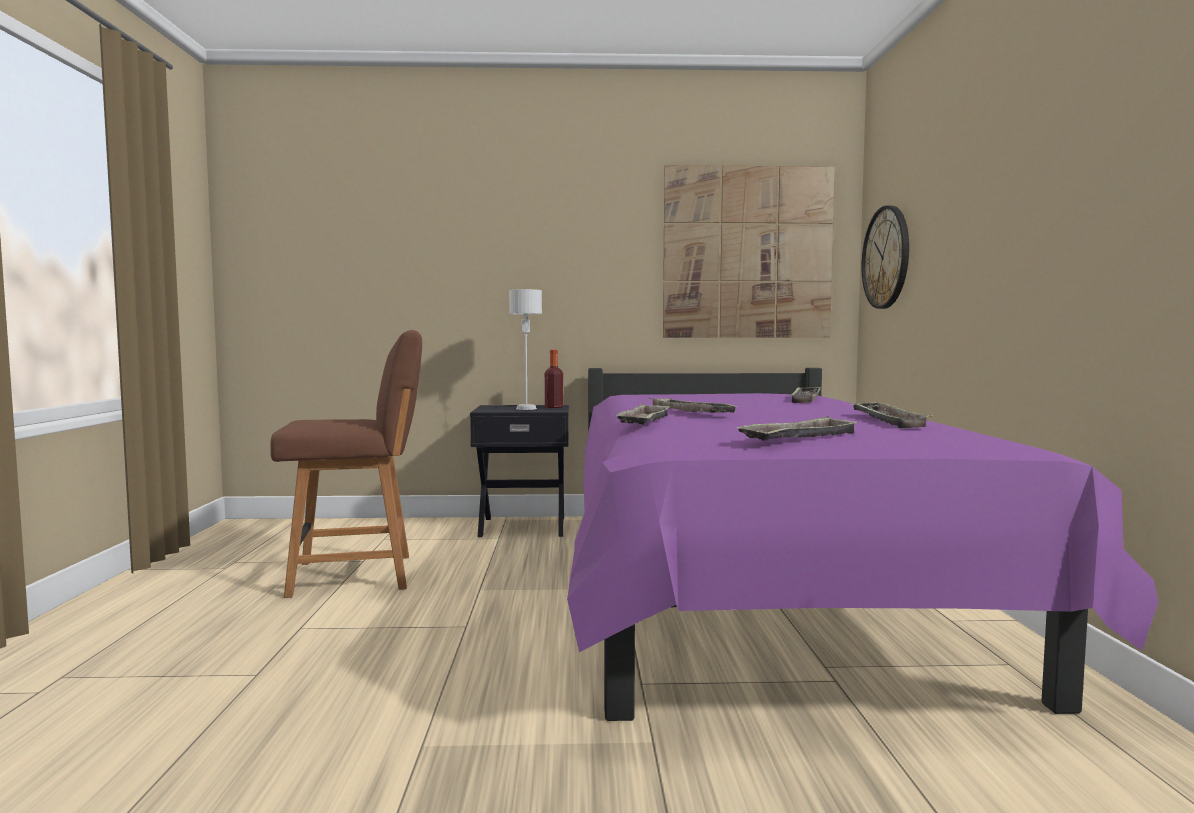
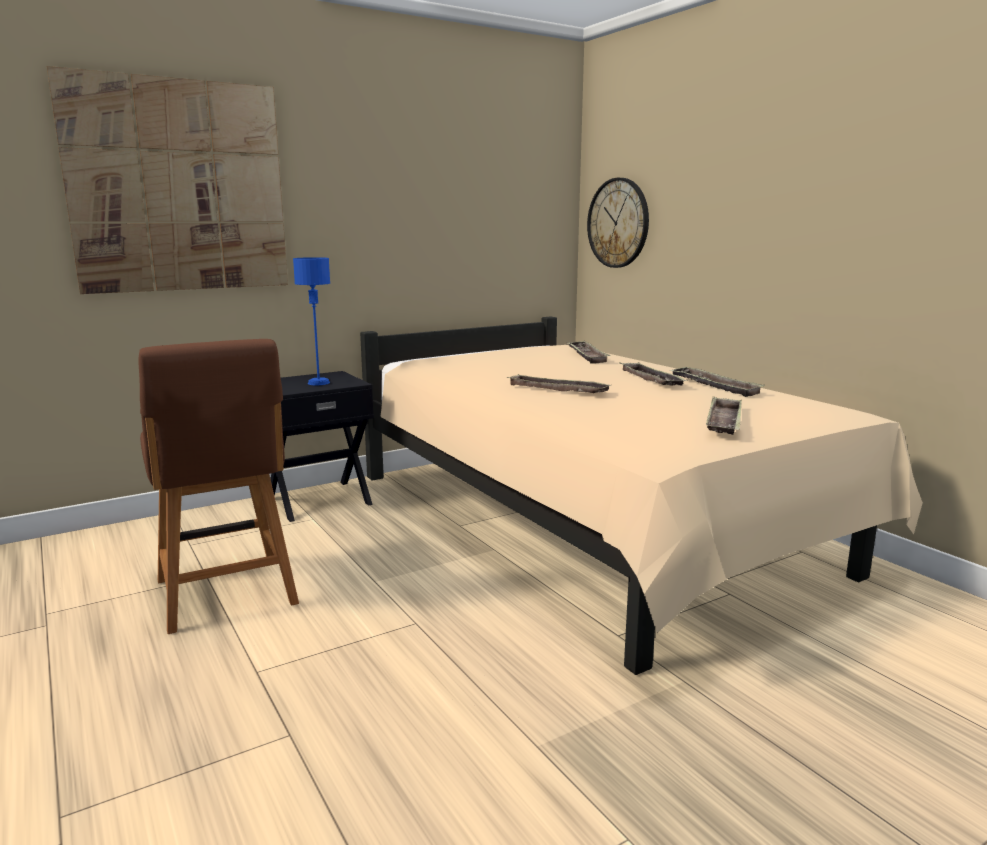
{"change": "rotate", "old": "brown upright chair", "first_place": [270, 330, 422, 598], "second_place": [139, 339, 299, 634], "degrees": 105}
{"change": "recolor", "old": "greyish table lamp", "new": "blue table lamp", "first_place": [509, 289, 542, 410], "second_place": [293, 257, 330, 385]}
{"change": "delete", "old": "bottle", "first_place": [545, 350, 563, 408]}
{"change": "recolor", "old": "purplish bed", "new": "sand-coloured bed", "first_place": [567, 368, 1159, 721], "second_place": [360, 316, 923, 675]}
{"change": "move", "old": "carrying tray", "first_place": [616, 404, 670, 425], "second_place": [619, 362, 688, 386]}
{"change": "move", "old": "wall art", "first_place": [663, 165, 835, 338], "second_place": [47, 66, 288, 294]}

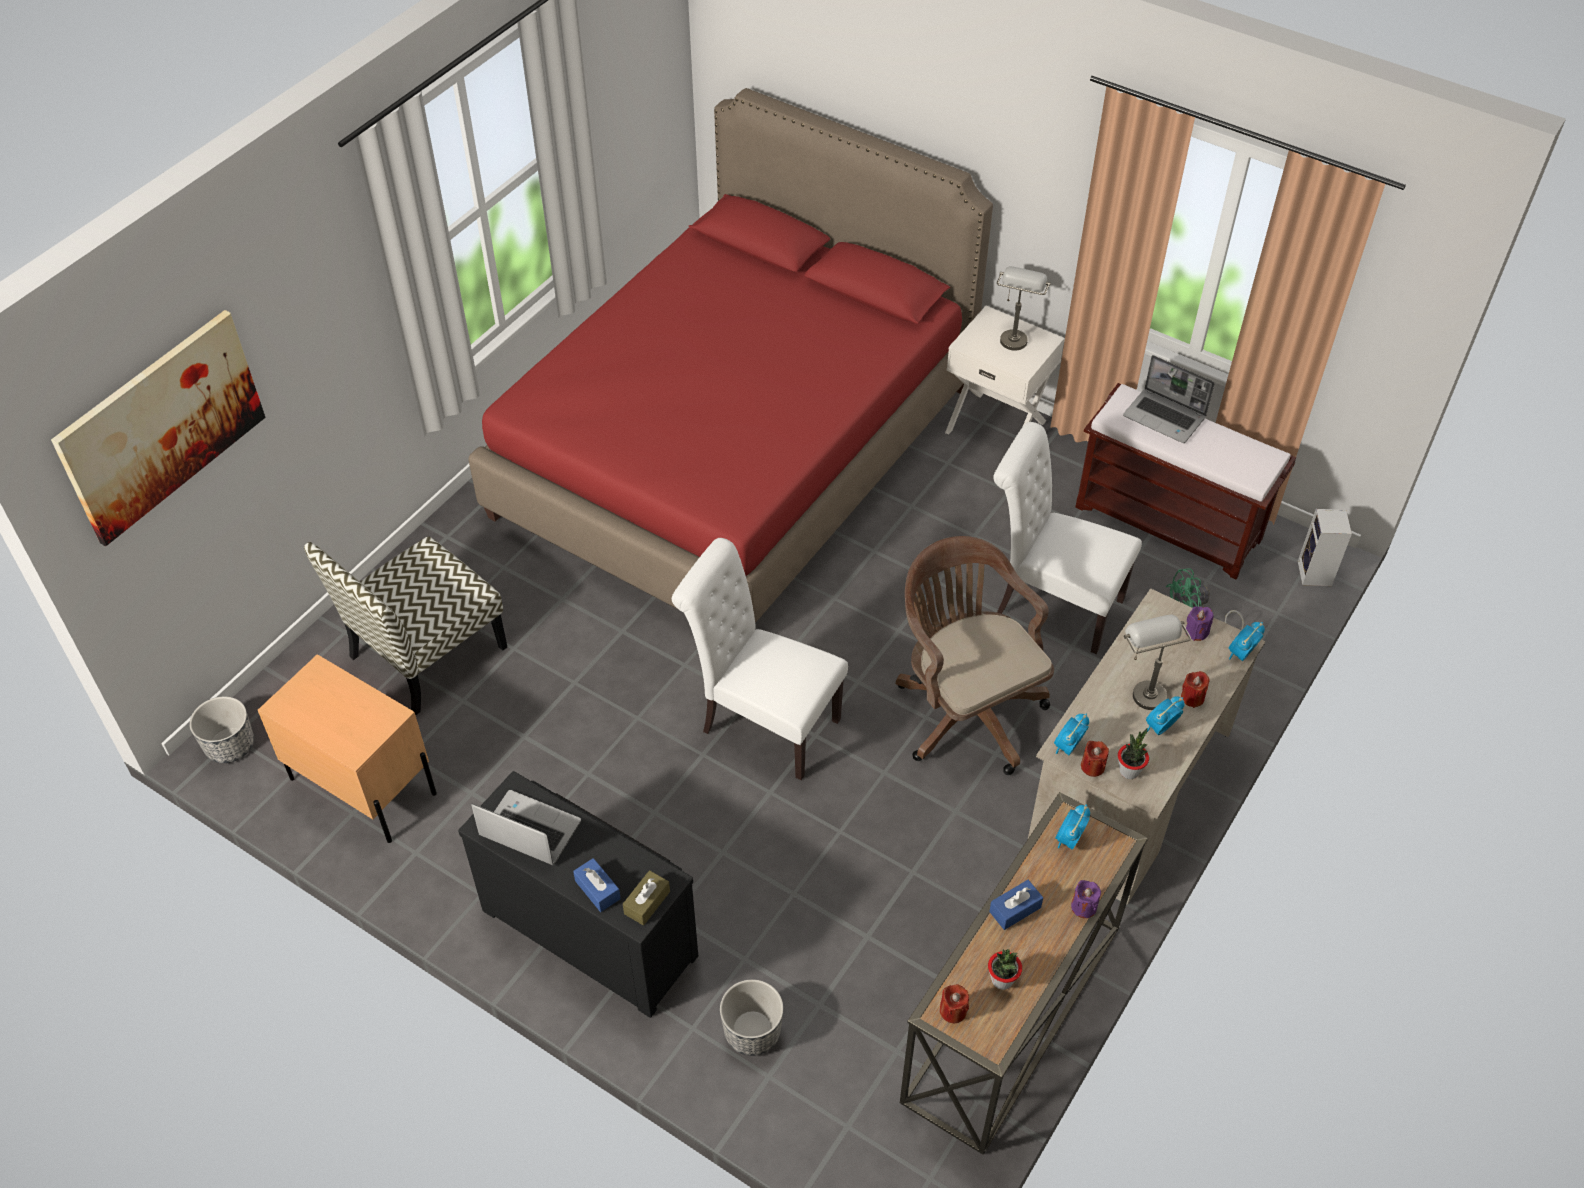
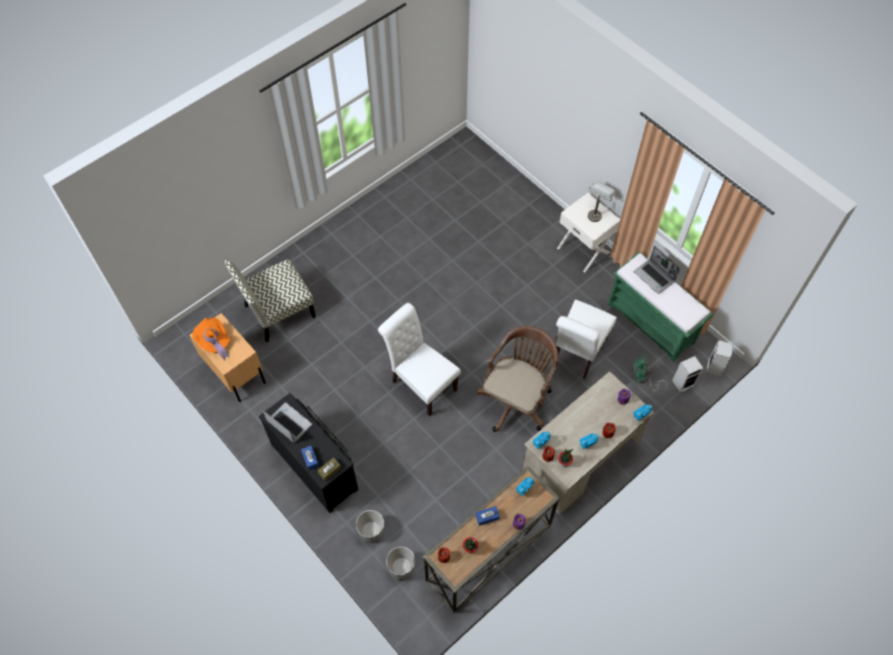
{"change": "delete", "old": "wall art", "first_place": [51, 310, 265, 546]}
{"change": "move", "old": "planter", "first_place": [189, 696, 254, 763], "second_place": [386, 546, 415, 580]}
{"change": "delete", "old": "reddish bed", "first_place": [468, 88, 993, 623]}
{"change": "rotate", "old": "brown computer chair", "first_place": [896, 536, 1054, 775], "second_place": [477, 326, 558, 432], "degrees": 45}
{"change": "rotate", "old": "white upright chair", "first_place": [993, 422, 1142, 654], "second_place": [556, 299, 617, 379], "degrees": -105}
{"change": "recolor", "old": "brown long seat", "new": "green-coloured long seat", "first_place": [1075, 383, 1296, 580], "second_place": [608, 252, 713, 362]}
{"change": "delete", "old": "greyish table lamp", "first_place": [1124, 614, 1191, 710]}
{"change": "insert", "new": "orangey wearable hat", "second_place": [192, 318, 231, 360]}
{"change": "insert", "new": "loudspeaker", "second_place": [672, 356, 703, 393]}

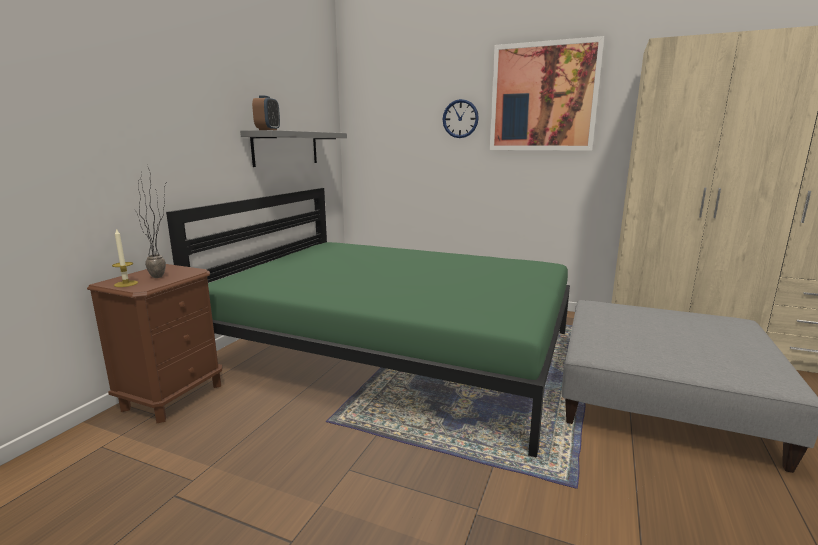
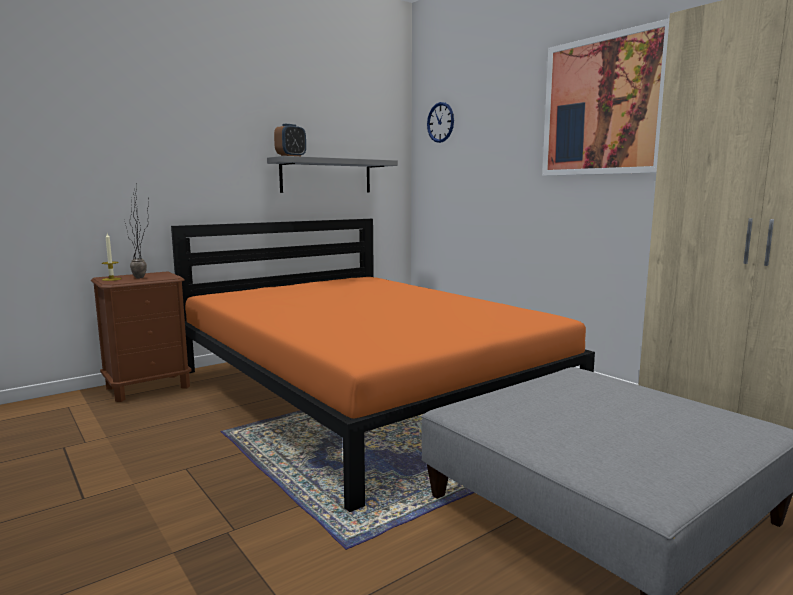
{"change": "recolor", "old": "green-coloured bed", "new": "orangey bed", "first_place": [166, 188, 570, 458], "second_place": [171, 219, 595, 512]}
{"change": "move", "old": "wall clock", "first_place": [443, 99, 479, 138], "second_place": [427, 102, 454, 143]}

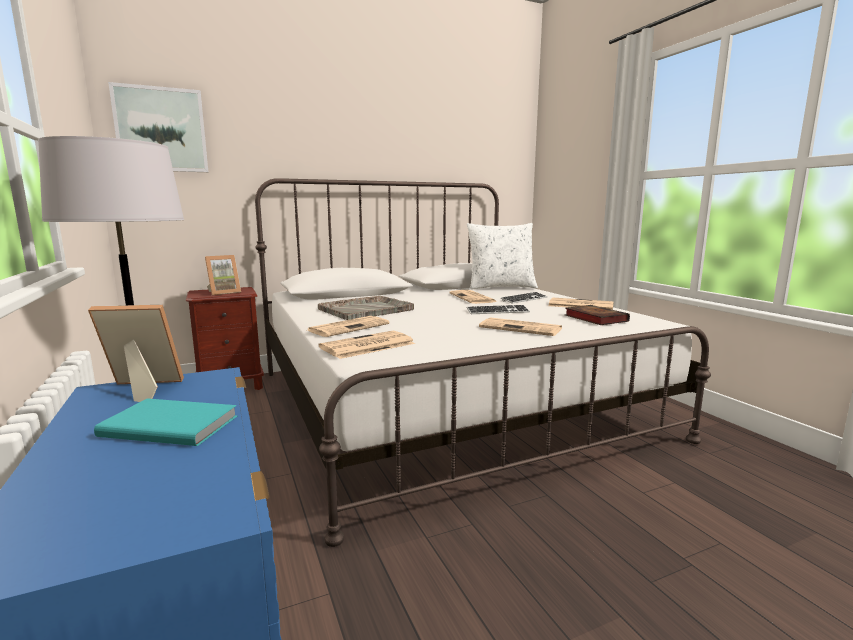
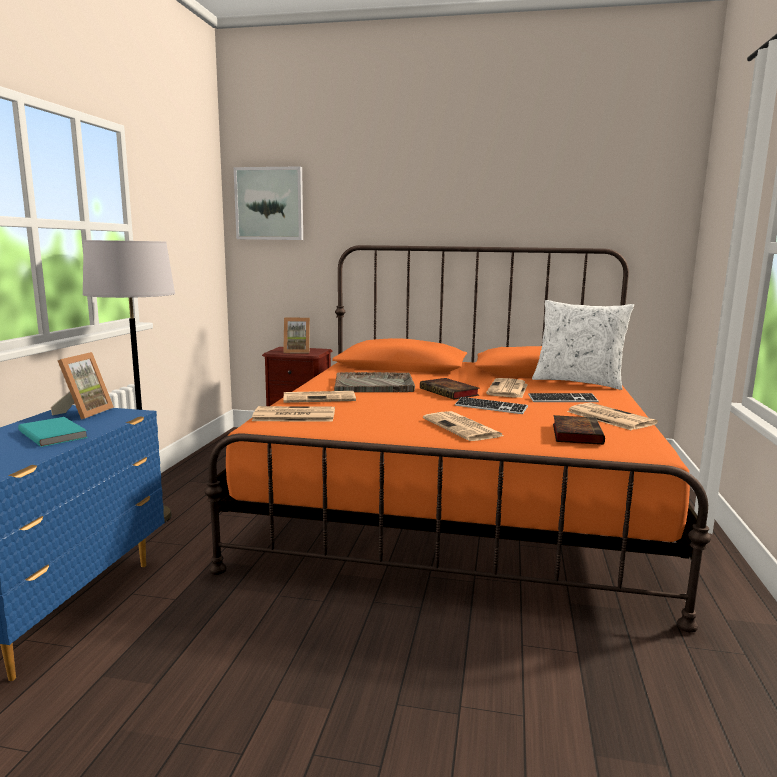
{"change": "rotate", "old": "picture frame", "first_place": [88, 305, 184, 402], "second_place": [51, 352, 114, 420], "degrees": 75}
{"change": "recolor", "old": "white bed", "new": "orangey bed", "first_place": [255, 178, 711, 547], "second_place": [205, 245, 711, 633]}
{"change": "insert", "new": "bound book", "second_place": [420, 378, 480, 399]}

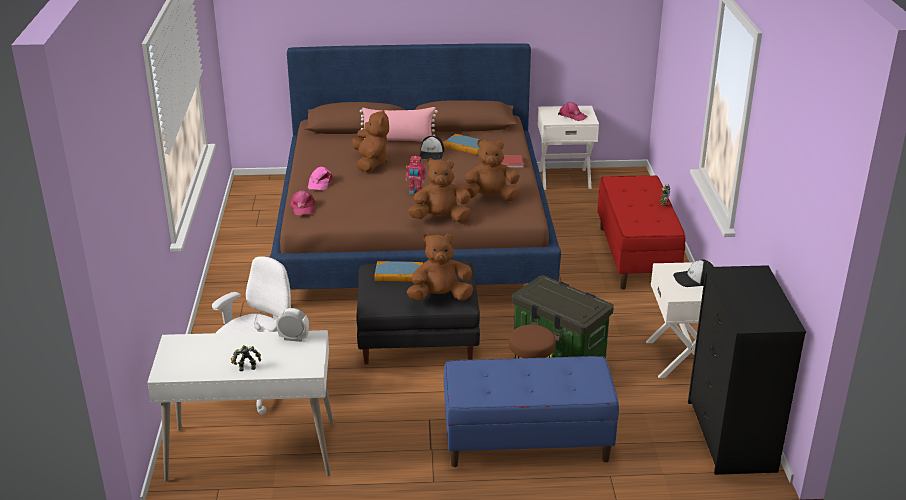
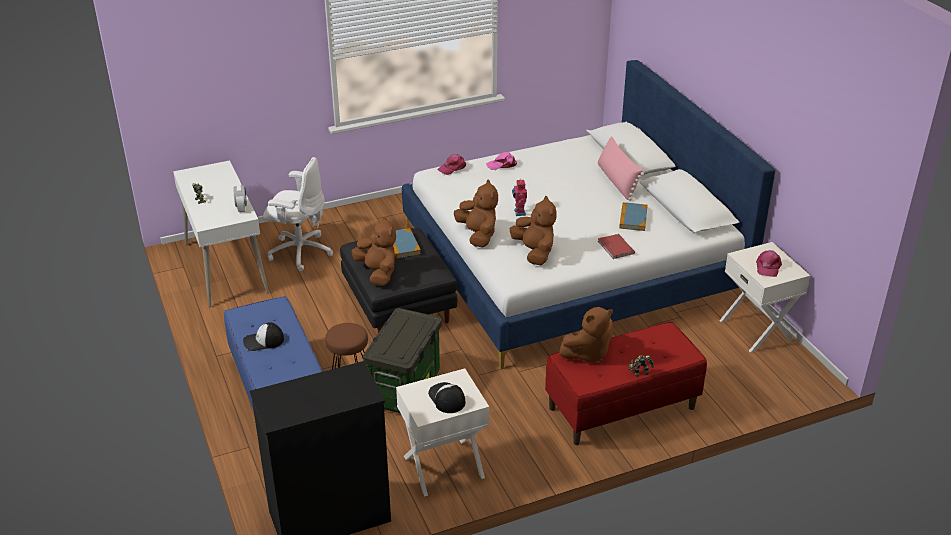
{"change": "recolor", "old": "brown bed", "new": "white bed", "first_place": [270, 43, 561, 291], "second_place": [402, 60, 775, 369]}
{"change": "move", "old": "brown plush toy", "first_place": [352, 109, 389, 172], "second_place": [559, 307, 613, 364]}
{"change": "move", "old": "peaked cap", "first_place": [419, 136, 444, 160], "second_place": [243, 322, 284, 351]}

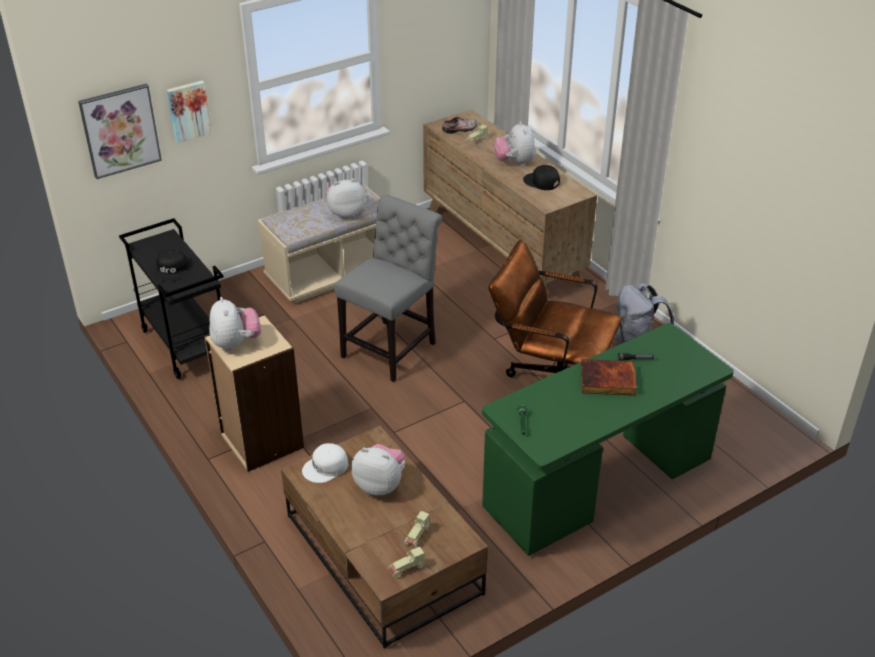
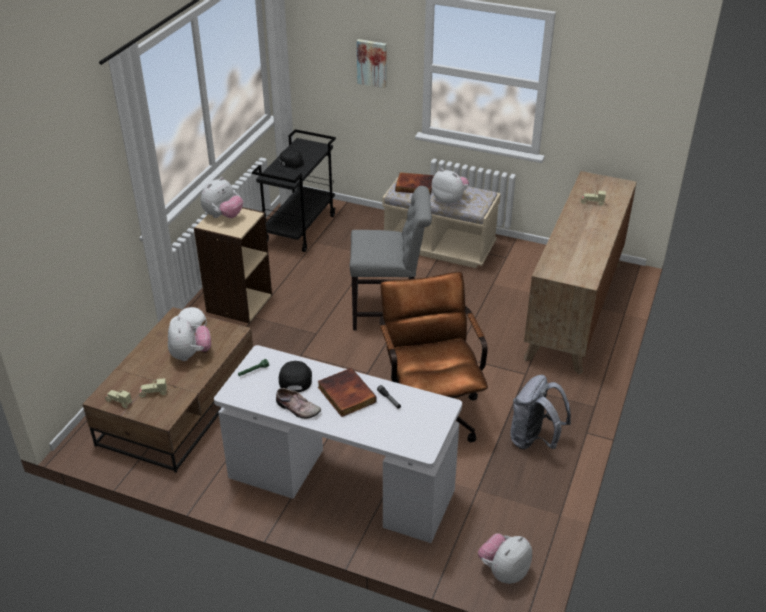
{"change": "delete", "old": "wall art", "first_place": [78, 84, 162, 179]}
{"change": "move", "old": "low shoe", "first_place": [442, 117, 477, 134], "second_place": [276, 388, 321, 419]}
{"change": "recolor", "old": "green-coloured desk", "new": "white desk", "first_place": [482, 323, 734, 556], "second_place": [214, 345, 462, 543]}
{"change": "move", "old": "plush toy", "first_place": [494, 121, 535, 166], "second_place": [478, 533, 532, 584]}
{"change": "move", "old": "black peaked cap", "first_place": [523, 165, 560, 190], "second_place": [279, 361, 312, 392]}
{"change": "insert", "new": "bound book", "second_place": [395, 172, 434, 195]}

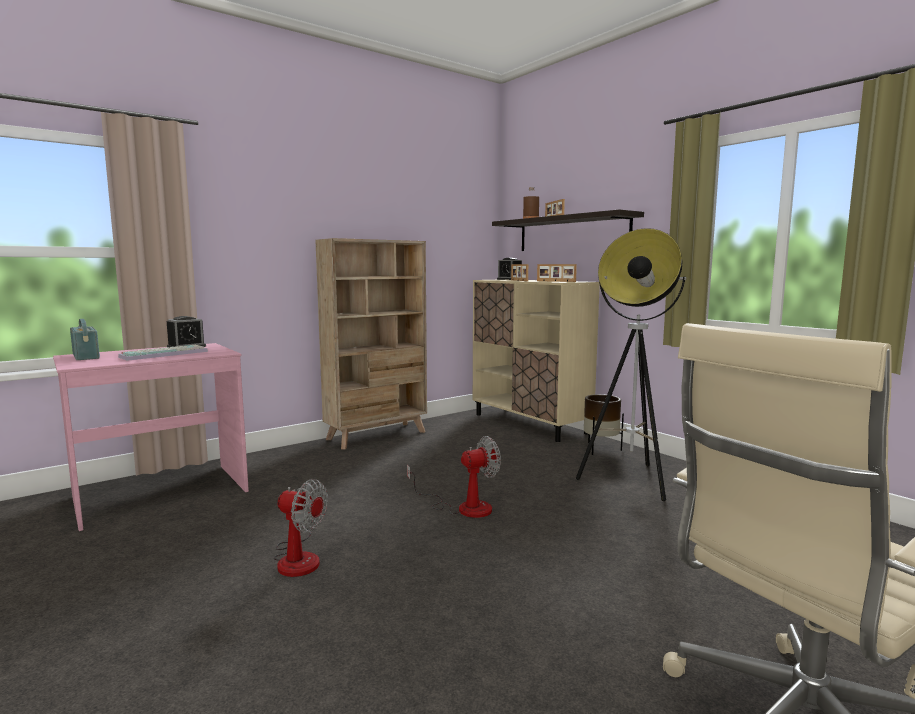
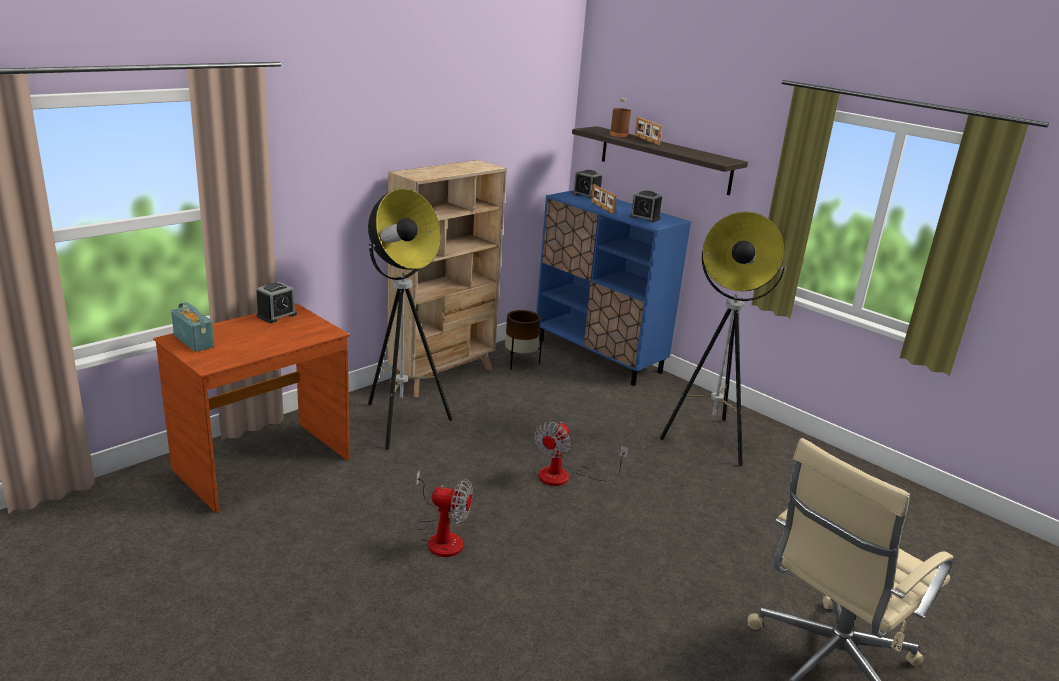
{"change": "recolor", "old": "pink desk", "new": "brown desk", "first_place": [53, 343, 249, 531], "second_place": [153, 304, 350, 513]}
{"change": "delete", "old": "PC keyboard", "first_place": [118, 345, 208, 361]}
{"change": "rotate", "old": "electric fan", "first_place": [407, 436, 501, 518], "second_place": [534, 422, 629, 486], "degrees": 150}
{"change": "recolor", "old": "sand-coloured storage cabinet", "new": "blue storage cabinet", "first_place": [473, 280, 600, 442], "second_place": [536, 190, 691, 386]}
{"change": "replace", "old": "picture frame", "new": "table clock", "first_place": [537, 264, 577, 282], "second_place": [630, 191, 662, 222]}
{"change": "move", "old": "brown planter", "first_place": [584, 394, 624, 455], "second_place": [505, 310, 543, 369]}
{"change": "insert", "new": "standard lamp", "second_place": [368, 188, 453, 449]}

